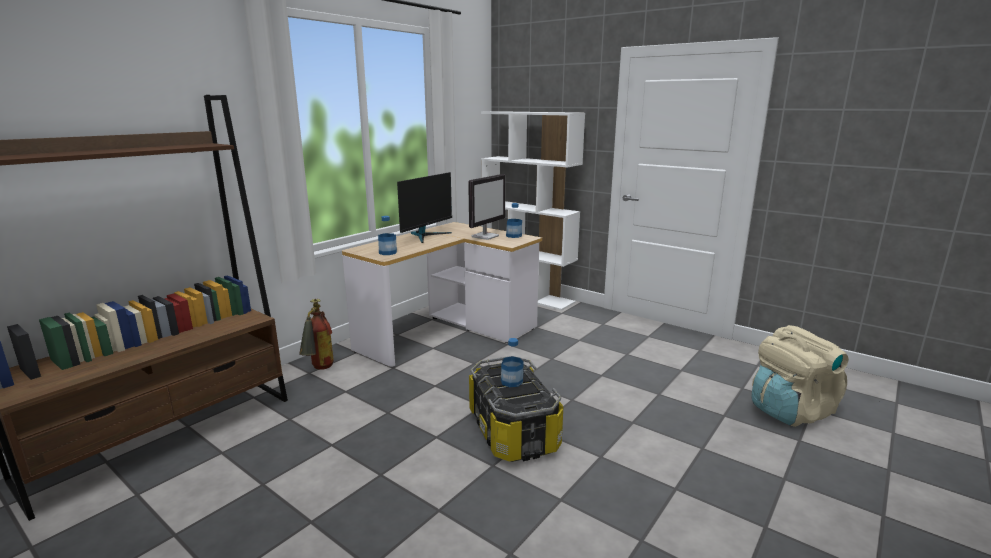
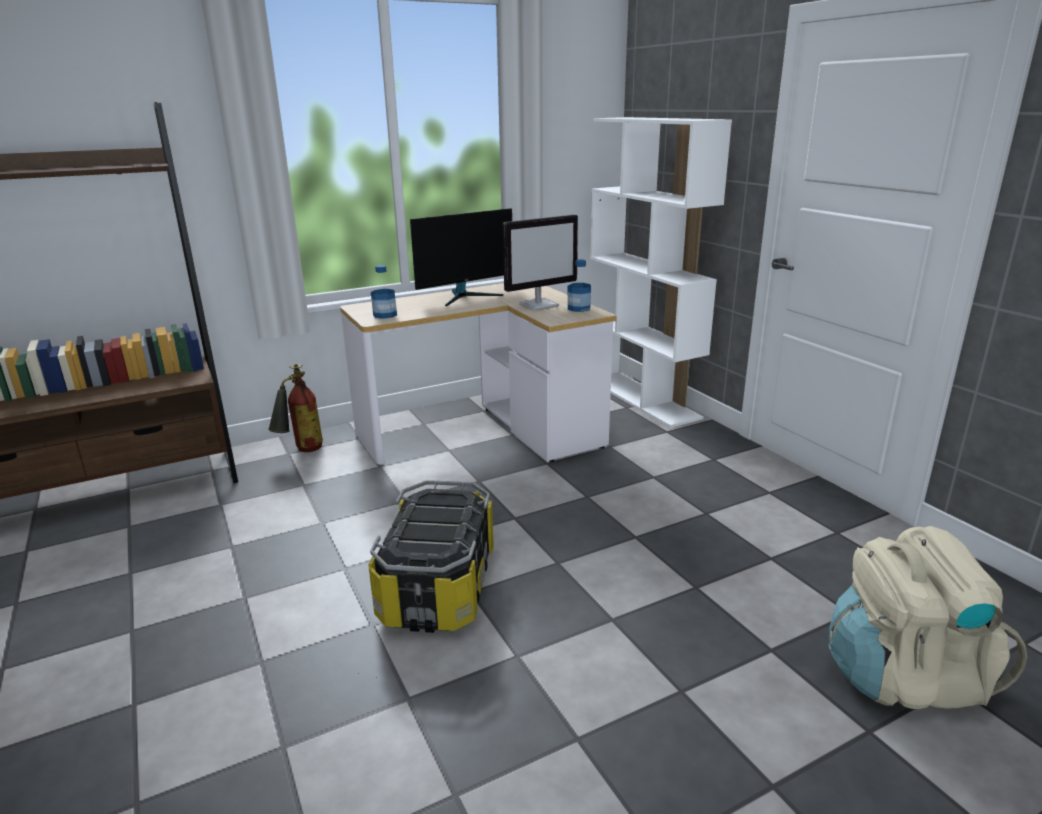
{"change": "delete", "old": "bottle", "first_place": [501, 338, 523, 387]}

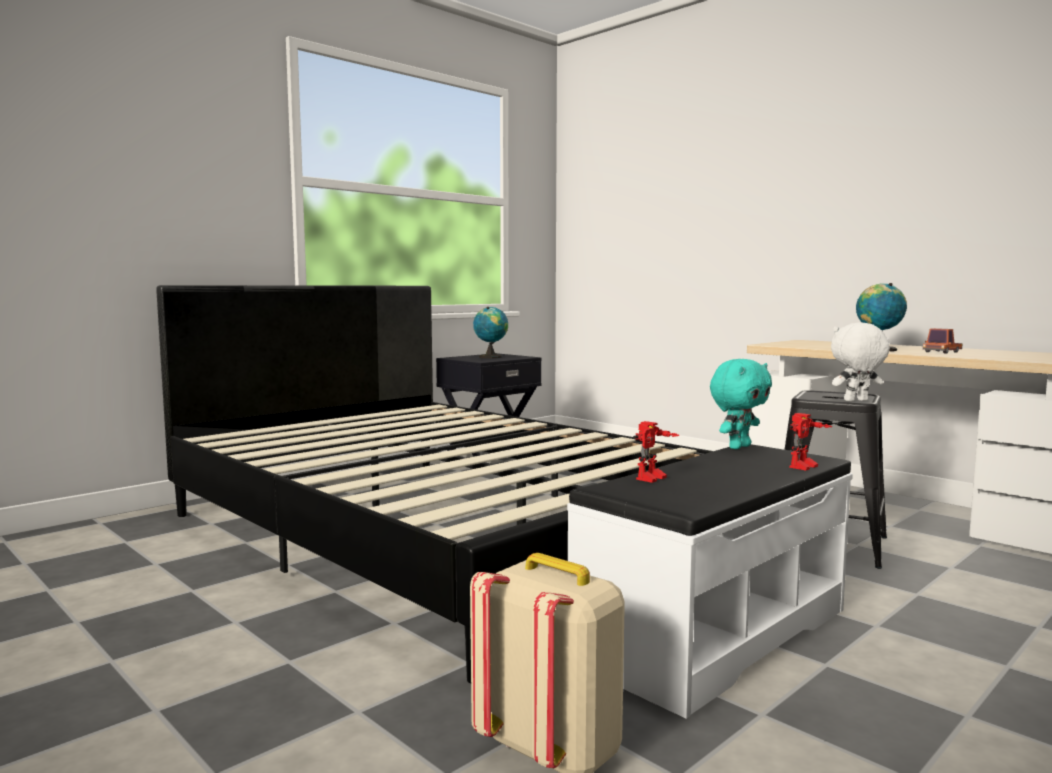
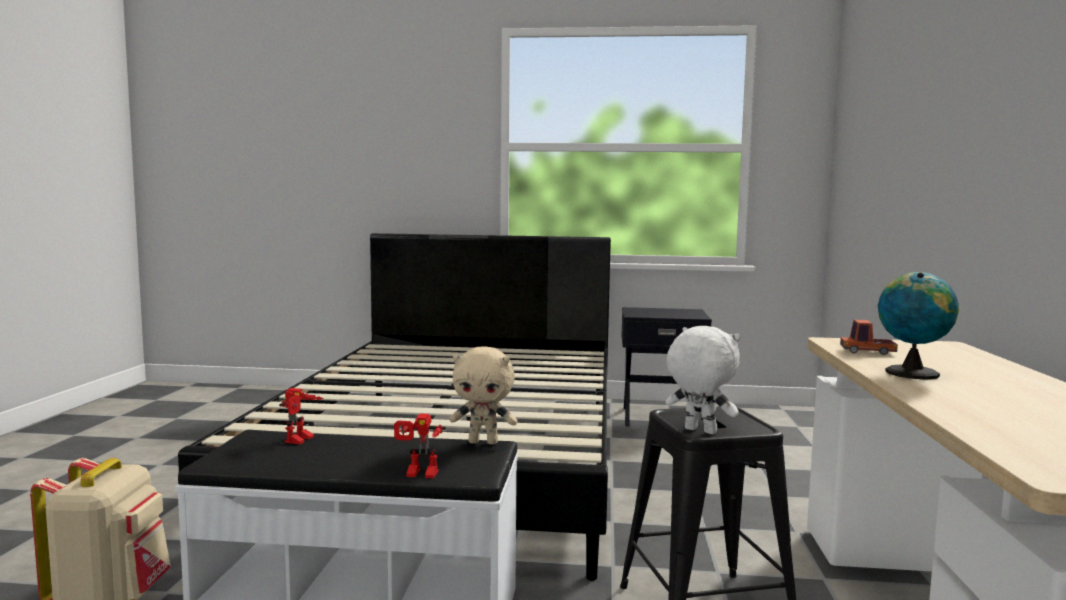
{"change": "delete", "old": "desk globe", "first_place": [473, 307, 508, 358]}
{"change": "rotate", "old": "model robot", "first_place": [633, 421, 680, 483], "second_place": [279, 388, 324, 444], "degrees": -75}
{"change": "recolor", "old": "blue-green plush toy", "new": "sand-coloured plush toy", "first_place": [710, 359, 772, 449], "second_place": [449, 347, 517, 445]}
{"change": "move", "old": "toy lorry", "first_place": [923, 328, 963, 354], "second_place": [840, 319, 898, 355]}

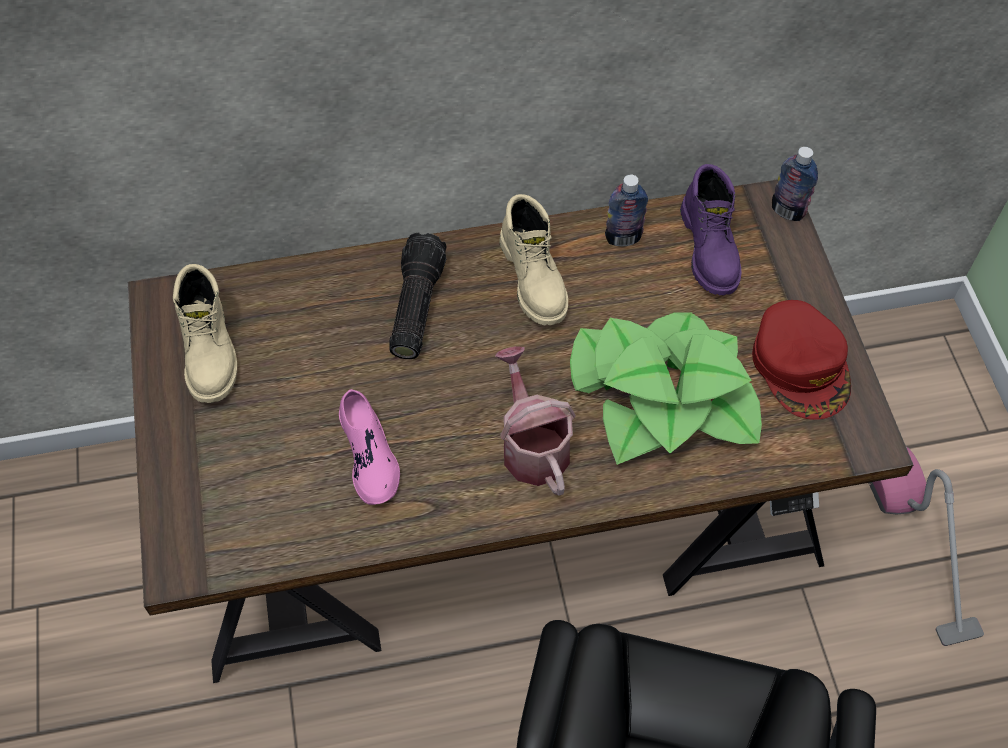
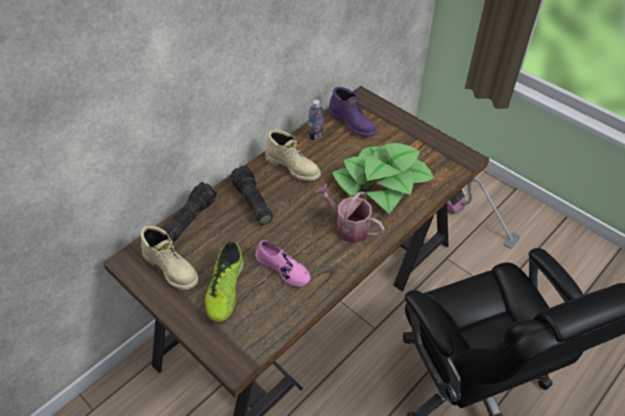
{"change": "delete", "old": "reddish peaked cap", "first_place": [752, 300, 851, 420]}
{"change": "delete", "old": "bottle", "first_place": [772, 147, 818, 221]}
{"change": "insert", "new": "flashlight", "second_place": [163, 182, 217, 242]}
{"change": "insert", "new": "low shoe", "second_place": [205, 241, 244, 323]}

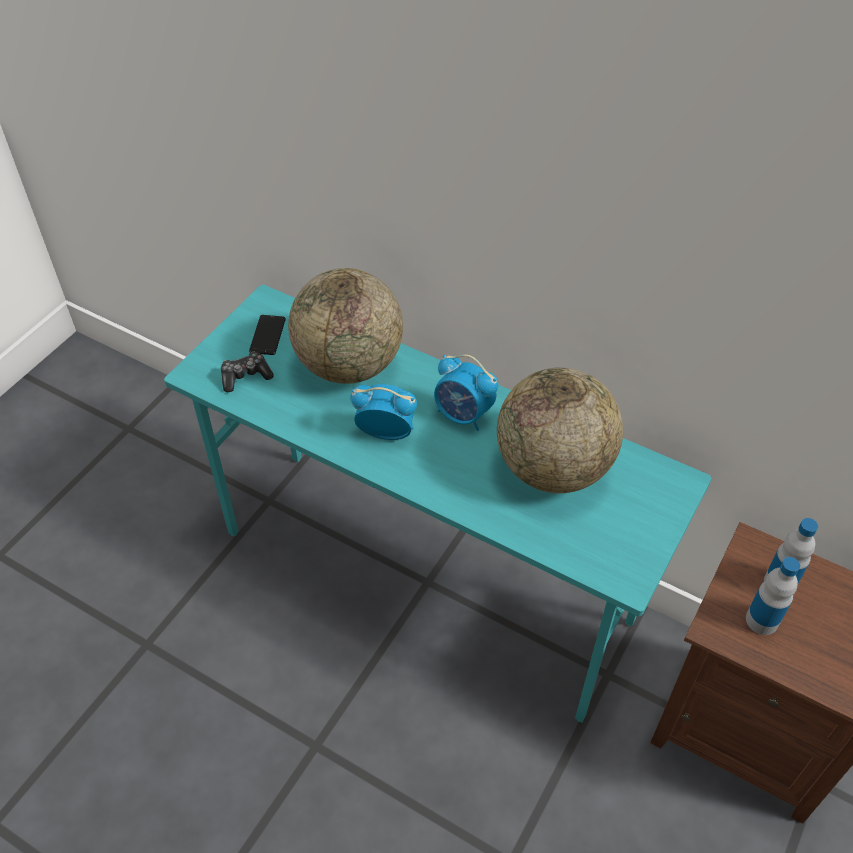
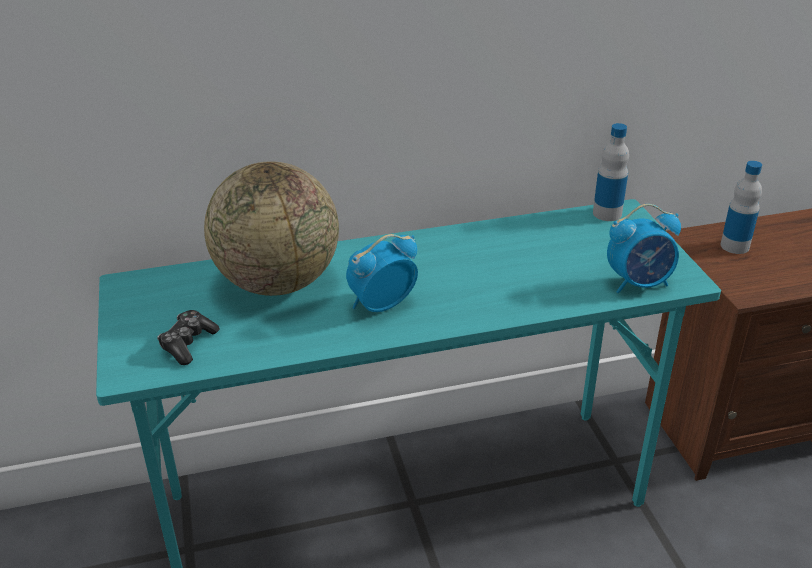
{"change": "delete", "old": "handset", "first_place": [249, 315, 286, 355]}
{"change": "move", "old": "table clock", "first_place": [434, 354, 498, 431], "second_place": [607, 204, 681, 293]}
{"change": "delete", "old": "desk globe", "first_place": [497, 368, 623, 493]}
{"change": "move", "old": "bottle", "first_place": [746, 557, 800, 635], "second_place": [593, 123, 629, 221]}

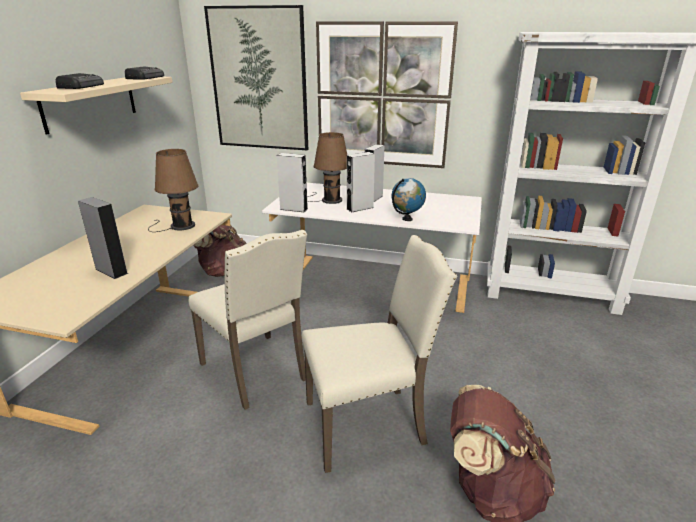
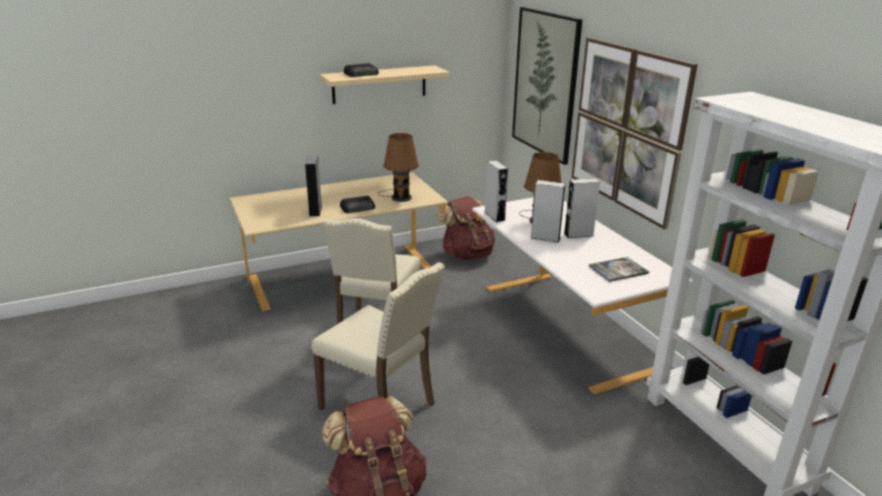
{"change": "move", "old": "radio set", "first_place": [125, 66, 164, 80], "second_place": [340, 196, 375, 213]}
{"change": "delete", "old": "desk globe", "first_place": [392, 178, 426, 221]}
{"change": "insert", "new": "bound book", "second_place": [588, 257, 649, 282]}

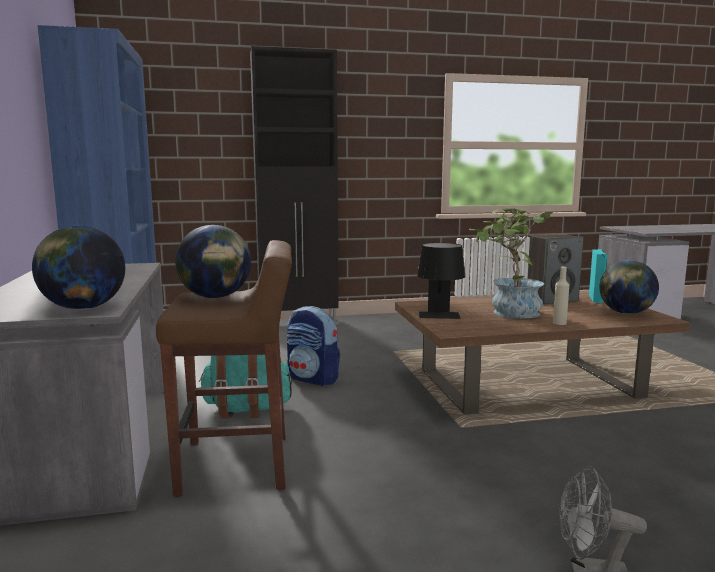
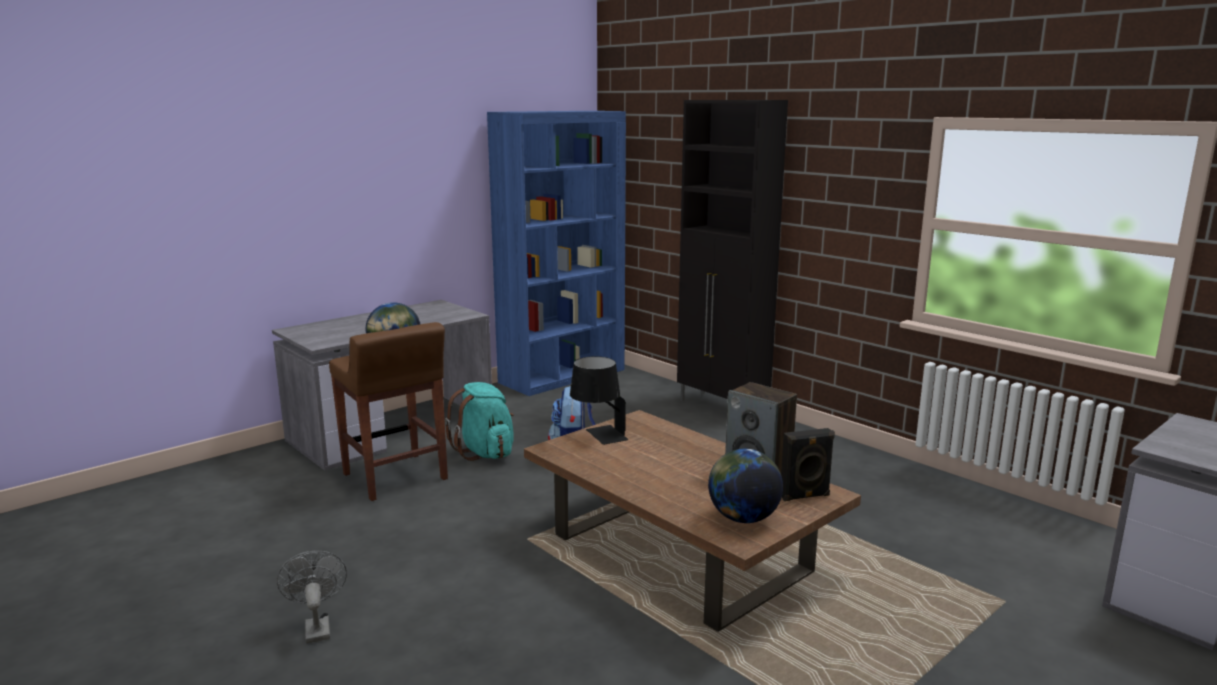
{"change": "delete", "old": "desk globe", "first_place": [32, 226, 125, 310]}
{"change": "delete", "old": "plant in a pot", "first_place": [469, 207, 554, 318]}
{"change": "delete", "old": "sand-coloured bottle", "first_place": [553, 267, 569, 325]}
{"change": "recolor", "old": "blue-green loudspeaker", "new": "black loudspeaker", "first_place": [589, 249, 608, 303], "second_place": [781, 428, 835, 501]}

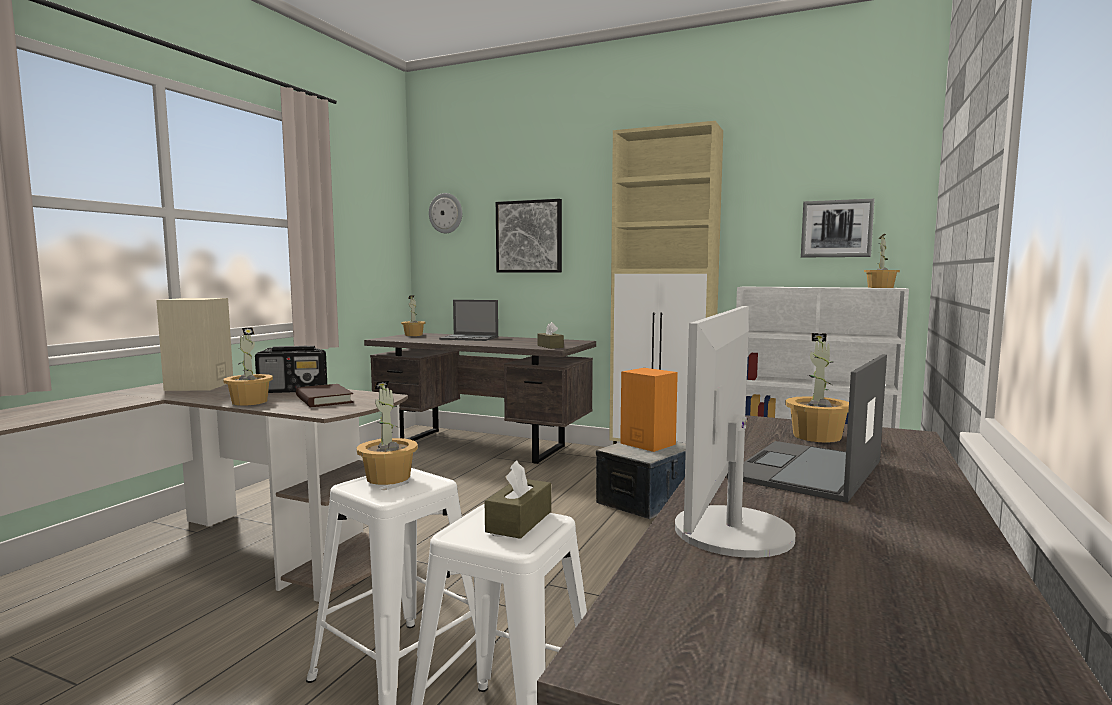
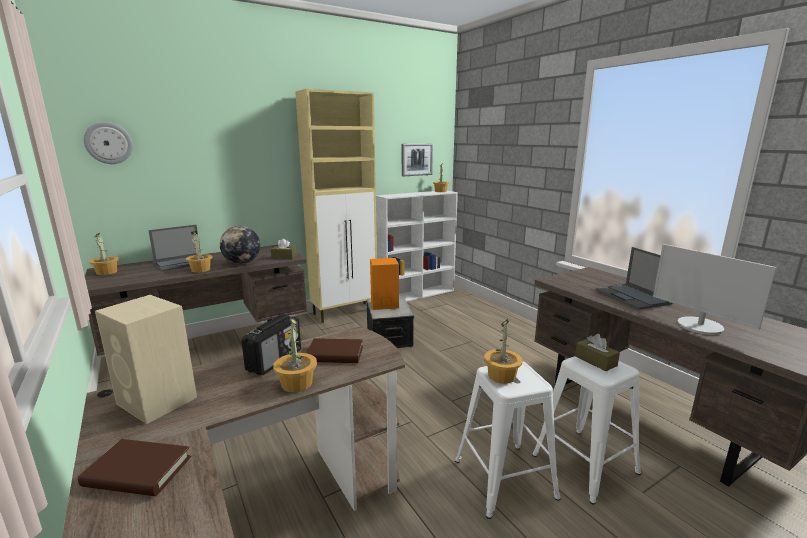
{"change": "delete", "old": "wall art", "first_place": [496, 199, 562, 272]}
{"change": "move", "old": "plant in a pot", "first_place": [785, 333, 849, 443], "second_place": [186, 231, 212, 273]}
{"change": "insert", "new": "brown bound book", "second_place": [78, 439, 191, 496]}
{"change": "insert", "new": "desk globe", "second_place": [220, 226, 260, 264]}

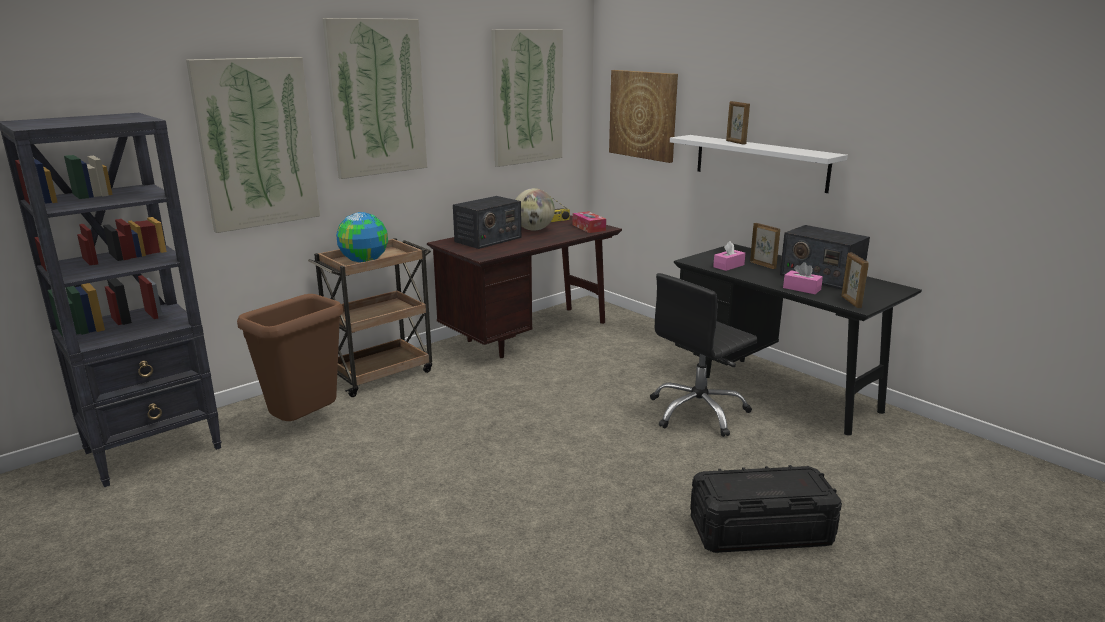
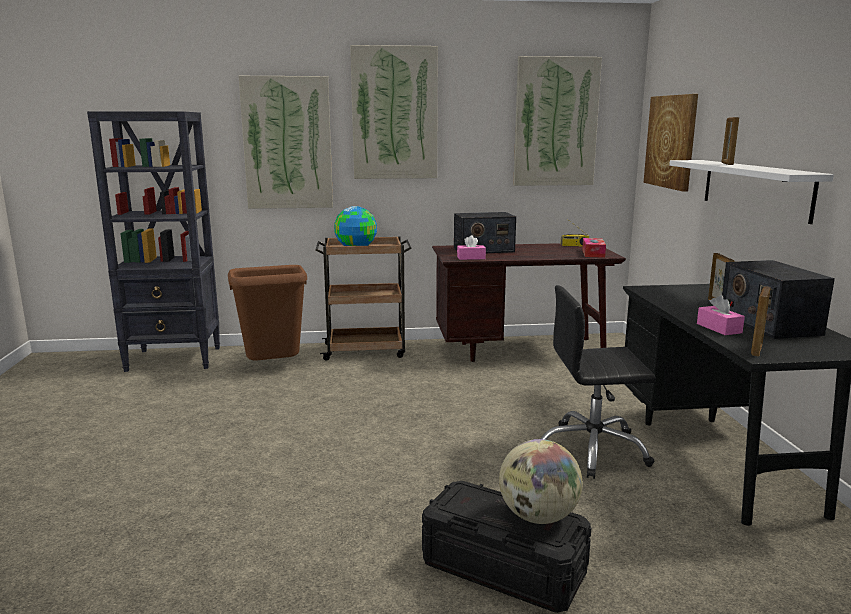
{"change": "move", "old": "desk globe", "first_place": [515, 188, 555, 231], "second_place": [499, 439, 582, 524]}
{"change": "move", "old": "pink tissue holder", "first_place": [713, 241, 745, 271], "second_place": [457, 235, 486, 260]}

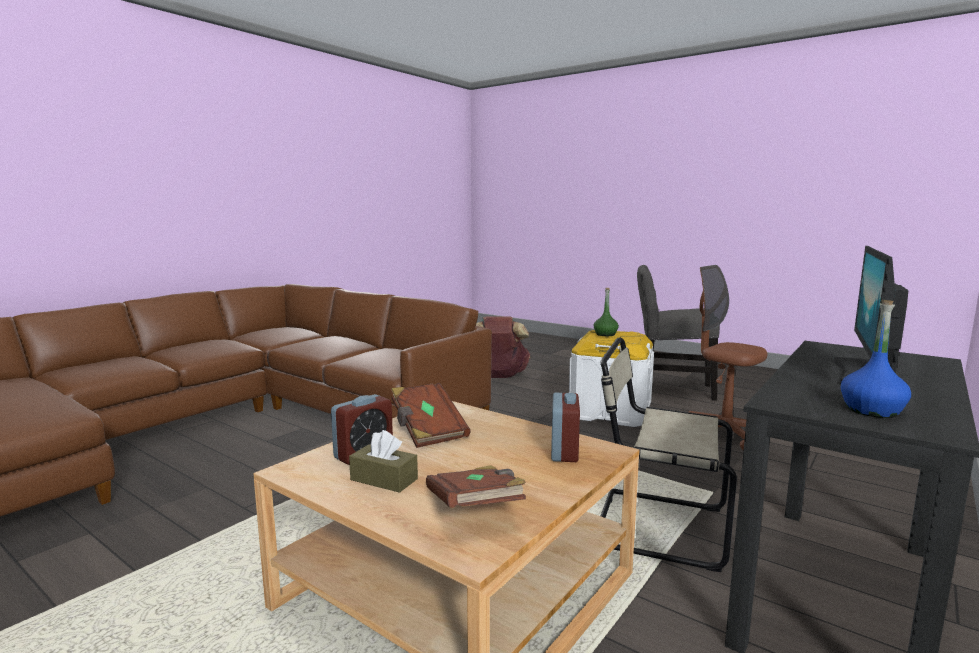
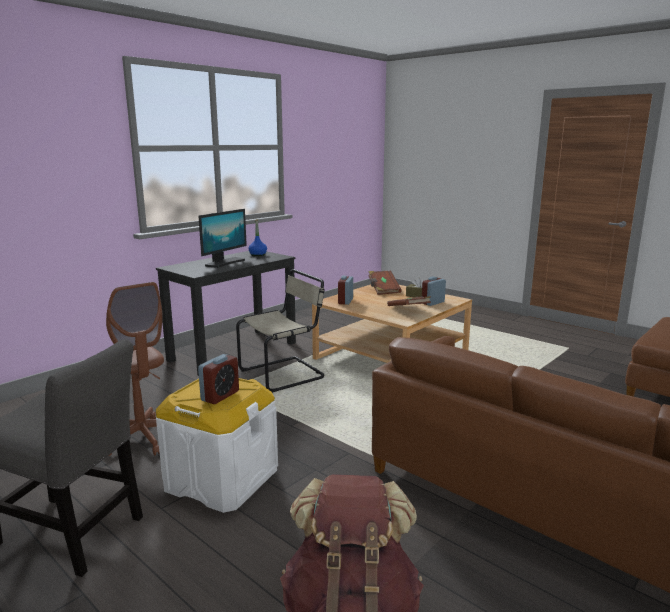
{"change": "replace", "old": "green-coloured bottle", "new": "table clock", "first_place": [593, 288, 619, 336], "second_place": [198, 354, 239, 404]}
{"change": "rotate", "old": "sand-coloured upright chair", "first_place": [600, 337, 737, 572], "second_place": [236, 269, 325, 393], "degrees": -60}

